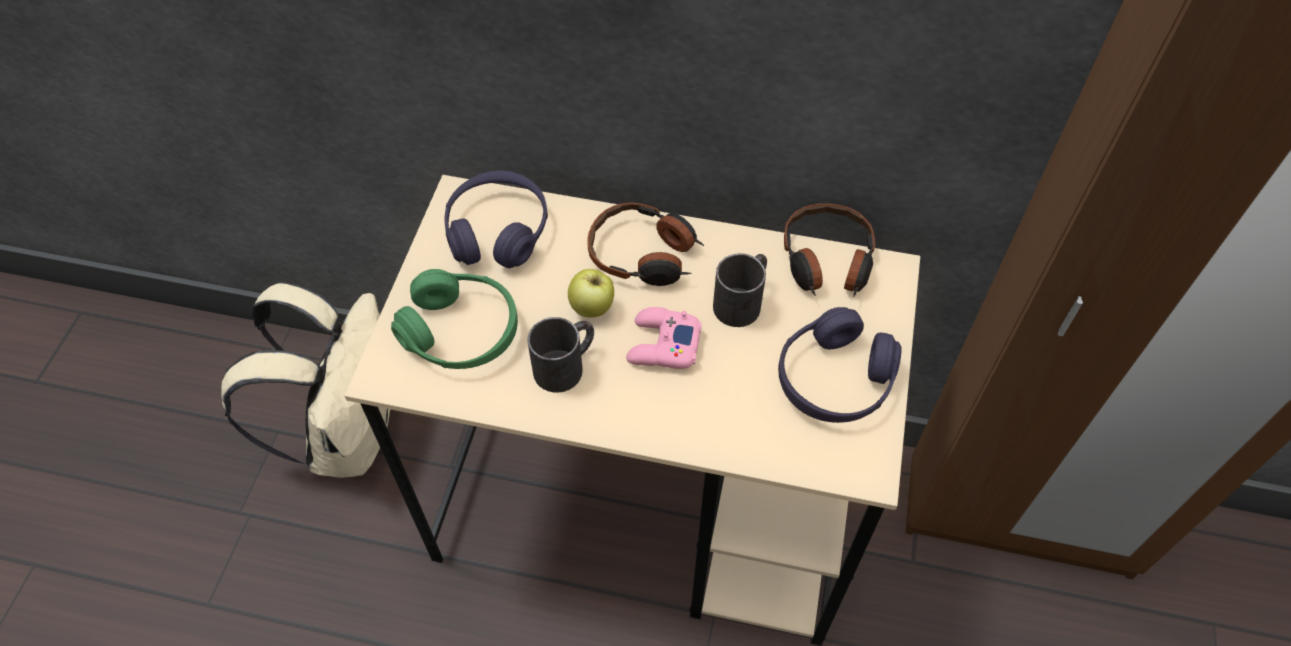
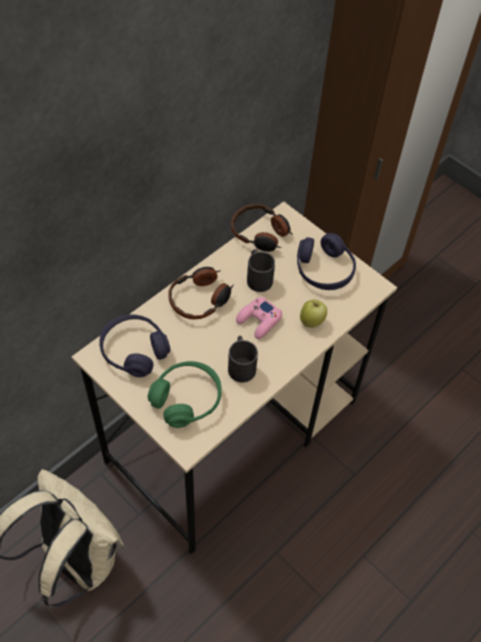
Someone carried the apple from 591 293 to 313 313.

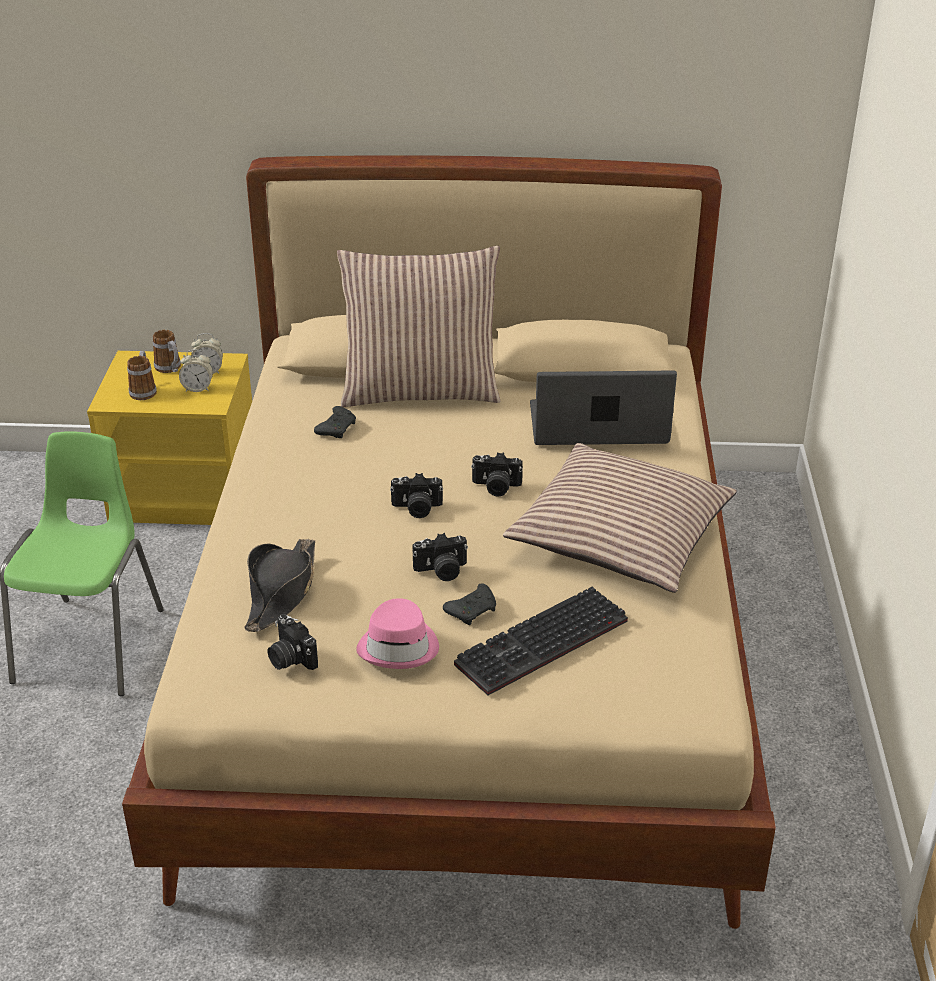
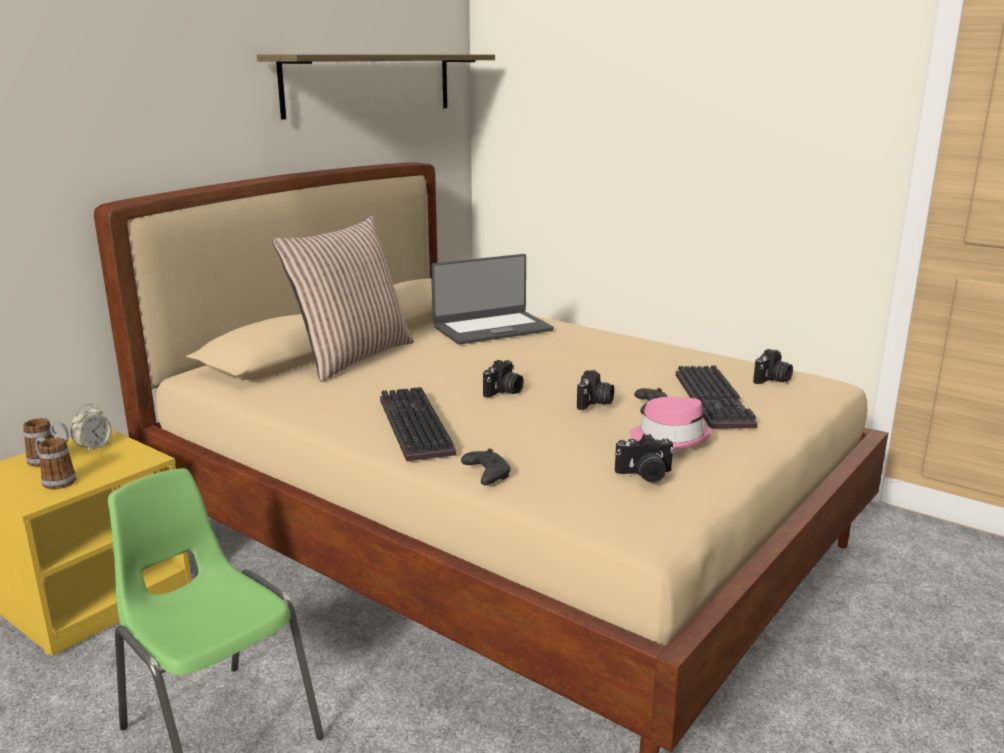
Someone took away the alarm clock at 196 370.
Someone rotated the laptop at 603 407 by 150 degrees counterclockwise.
Someone carried the black game controller from 335 422 to 486 466.
Someone took away the pillow at 620 518.
Someone carried the photo camera from 497 474 to 773 366.
Someone took away the black hat at 279 585.
Someone put up the shelf at 376 87.
Someone put down the keyboard at 418 424.

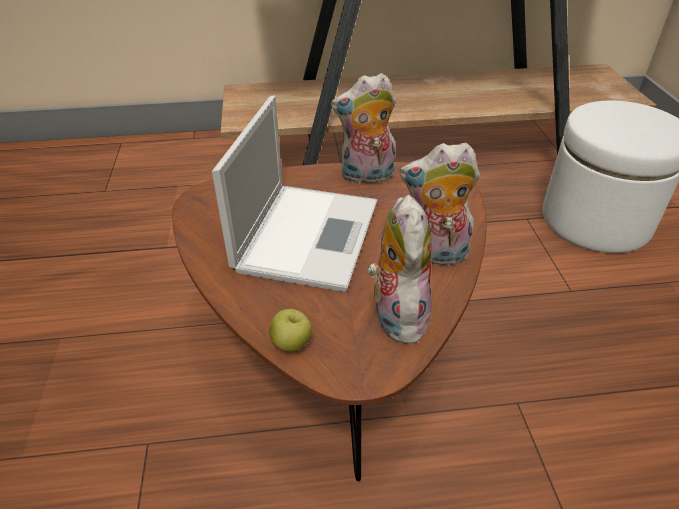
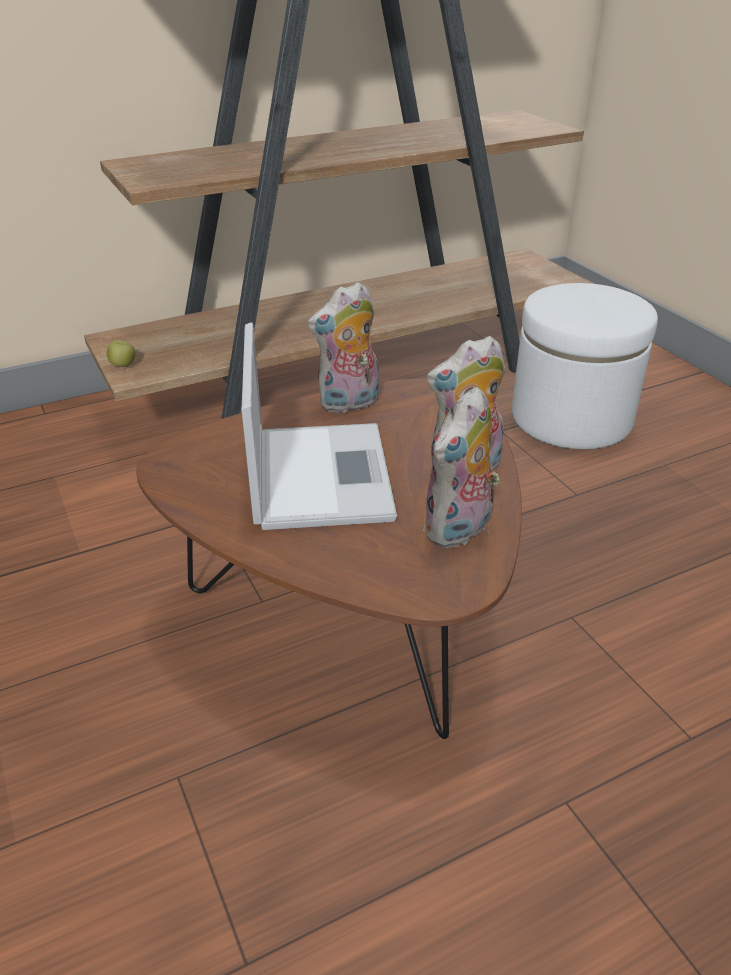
Someone rotated the plush toy at 400 269 by 120 degrees counterclockwise.
Someone carried the apple from 290 330 to 121 353.

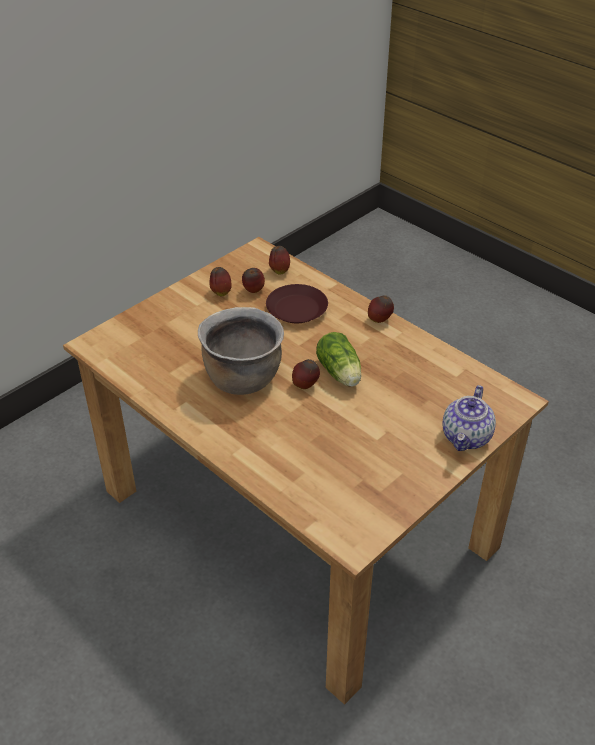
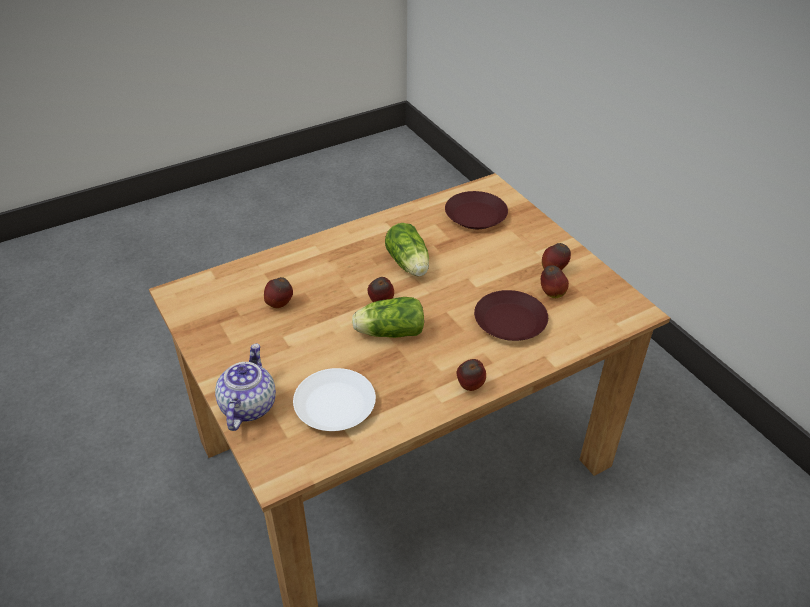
Someone carried the apple from 279 260 to 278 292.
Someone swapped the brown cooking pot at 241 351 for the lettuce at 407 249.
Someone rotated the teapot at 469 418 by 60 degrees clockwise.
Someone put down the brown plate at 476 210.
Someone put down the white plate at 334 399.

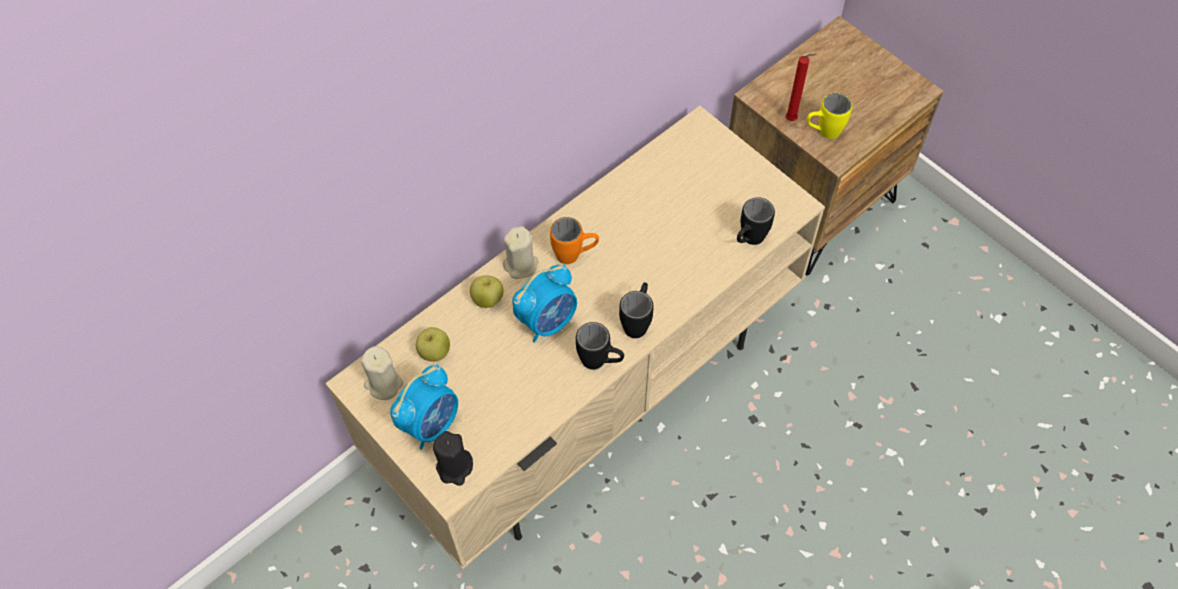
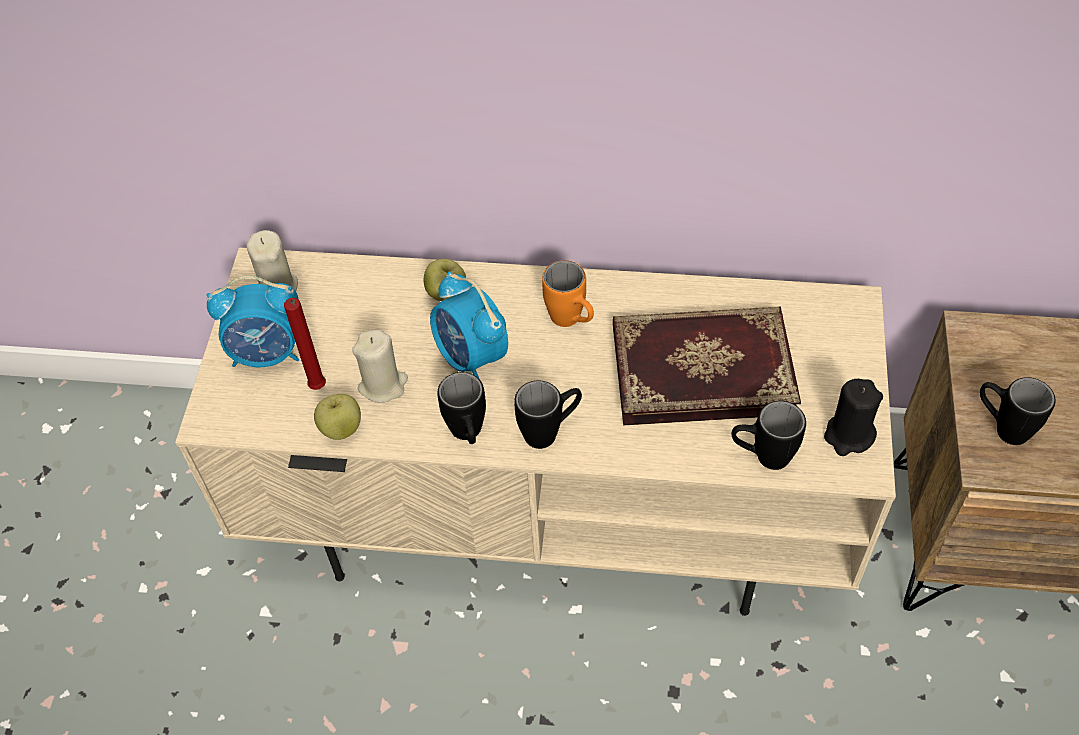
Someone carried the red candle from 801 87 to 305 344.
Someone repainted the yellow mug at 829 116, which became the black mug at 1018 411.
Someone carried the beige candle from 520 252 to 380 366.
Someone rotated the alarm clock at 544 303 by 45 degrees clockwise.
Someone carried the apple from 433 344 to 337 417.
Someone carried the black candle from 453 458 to 853 417.
Someone put down the book at 707 366.

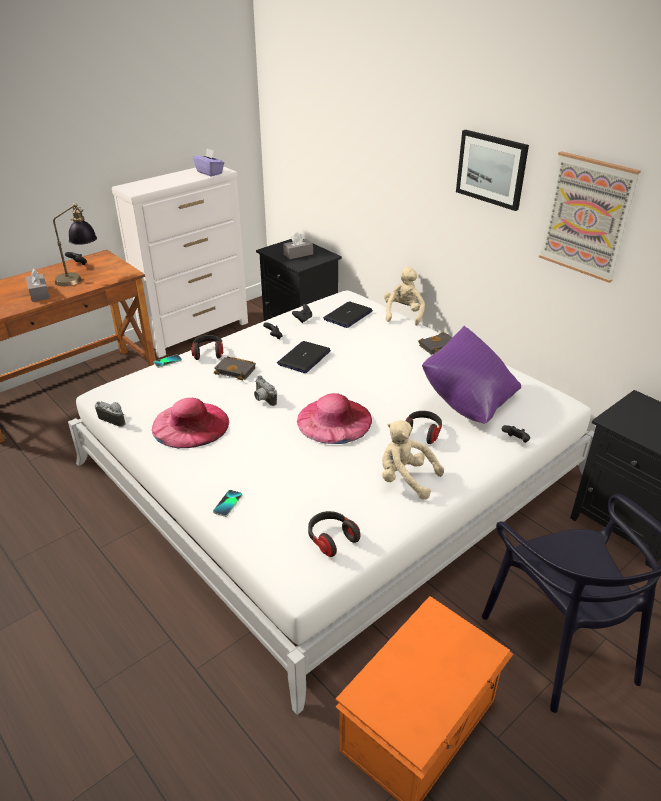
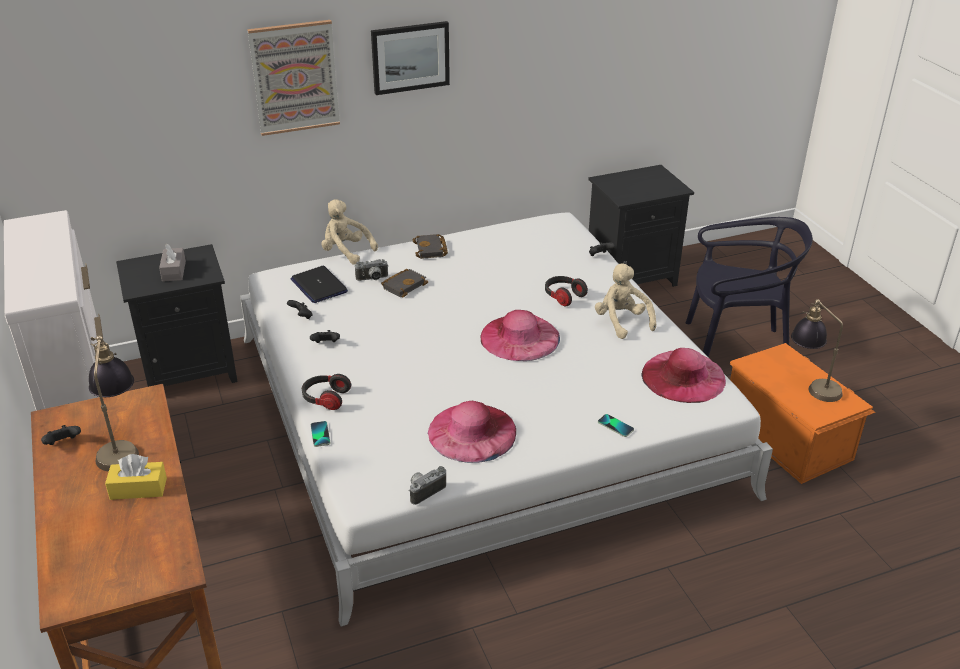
Someone took away the purple tissue box at 208 163.
Someone carried the picture from 590 217 to 293 78.
Someone repainted the grey tissue box at 38 285, which became the yellow tissue box at 136 477.
Someone took away the purple pillow at 471 374.
Someone took away the laptop at 304 357.
Someone carried the black book from 235 368 to 404 283.
Someone carried the photo camera from 265 390 to 371 270.
Someone rotated the beige plush toy at 413 459 by 105 degrees clockwise.
Someone swapped the headphones at 334 534 for the pink hat at 683 375.
Someone put down the table lamp at 817 350.

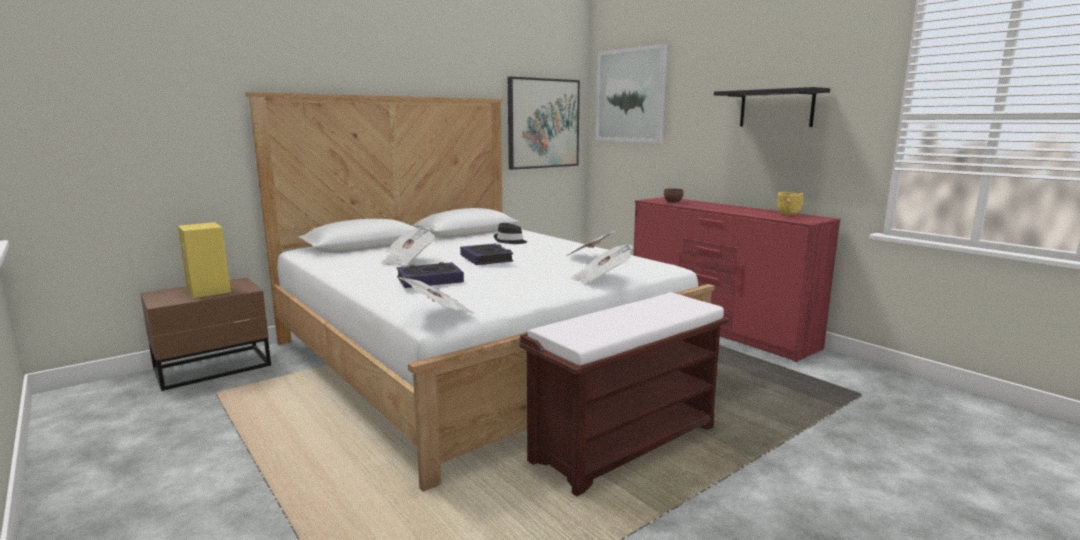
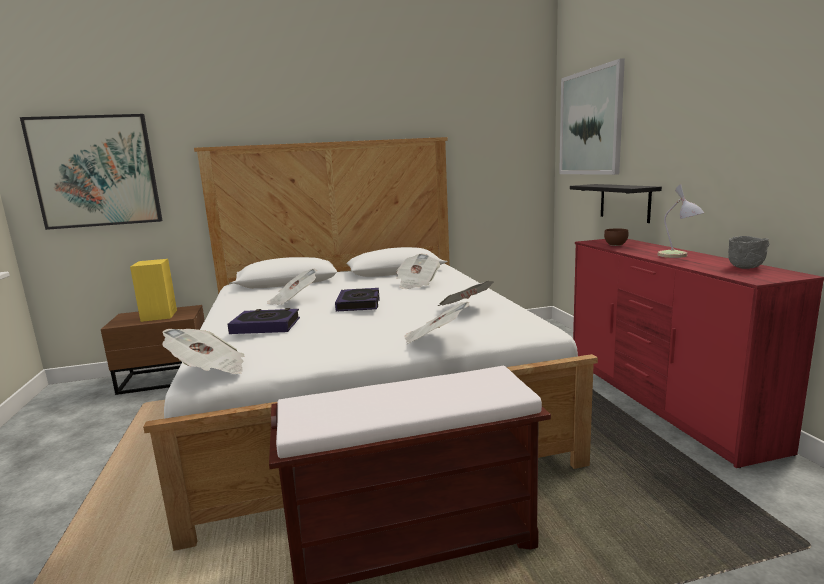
Someone carried the picture from 544 123 to 91 172.
Someone carried the black shelf from 772 107 to 616 203.
Someone repainted the yellow bowl at 790 204, which became the grey bowl at 748 252.
Someone swapped the black hat at 510 233 for the newspaper at 418 271.
Someone put down the table lamp at 681 221.

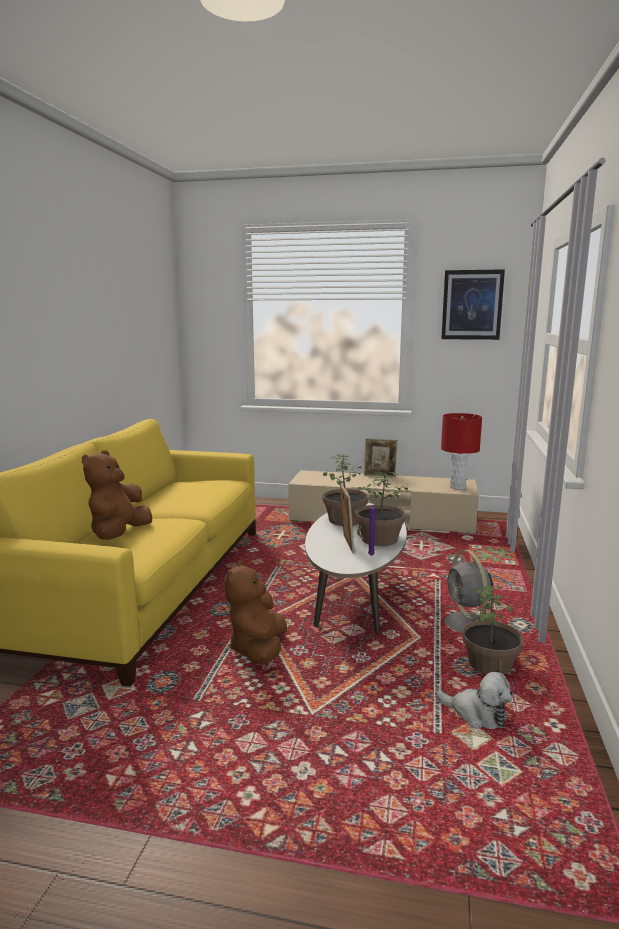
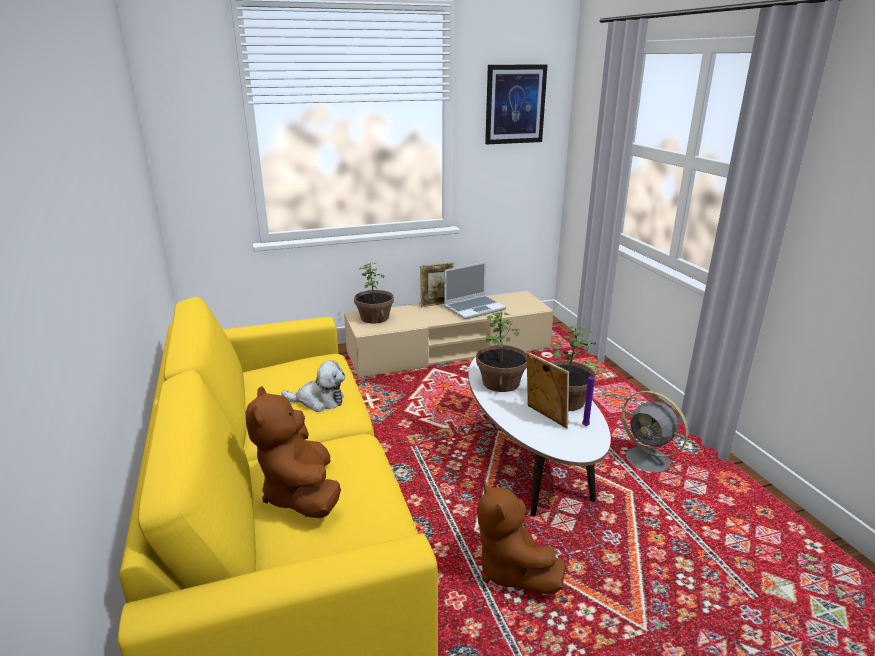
Someone took away the red table lamp at 461 451.
Someone carried the potted plant from 493 630 to 374 293.
Someone carried the plush toy from 474 700 to 313 386.
Someone put down the laptop at 475 291.

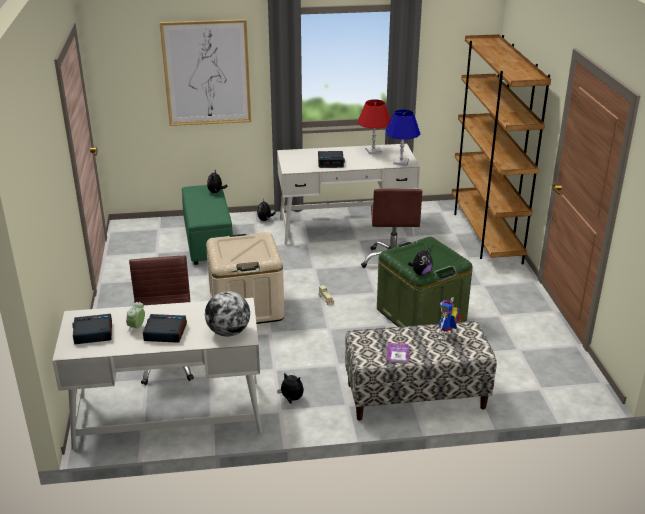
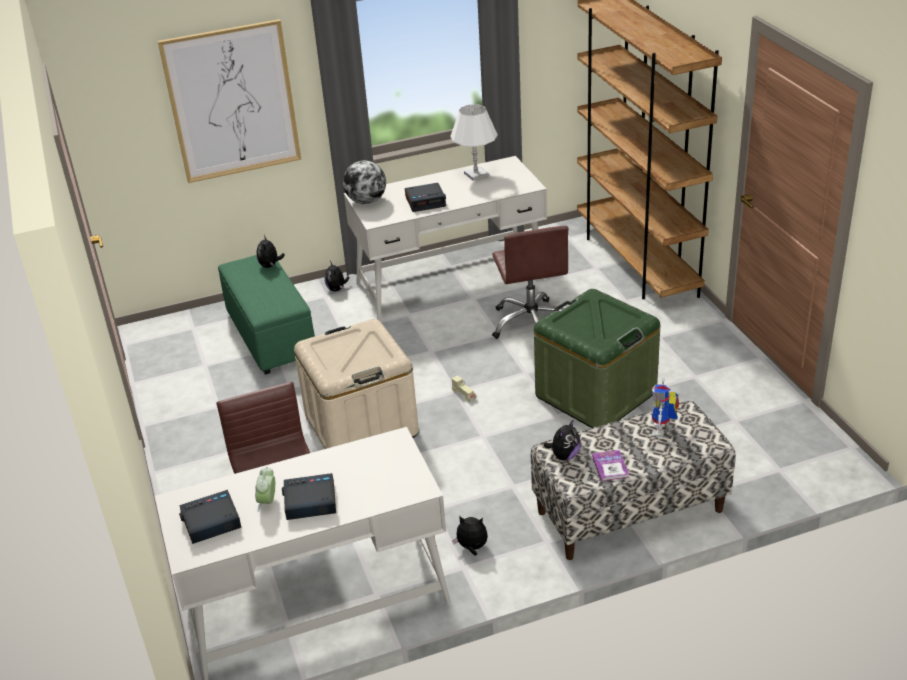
Someone repainted the red table lamp at 374 127, which became the white table lamp at 474 142.
Someone took away the blue table lamp at 402 137.
Someone carried the plush toy from 420 261 to 562 439.
Someone carried the globe from 227 314 to 364 182.

